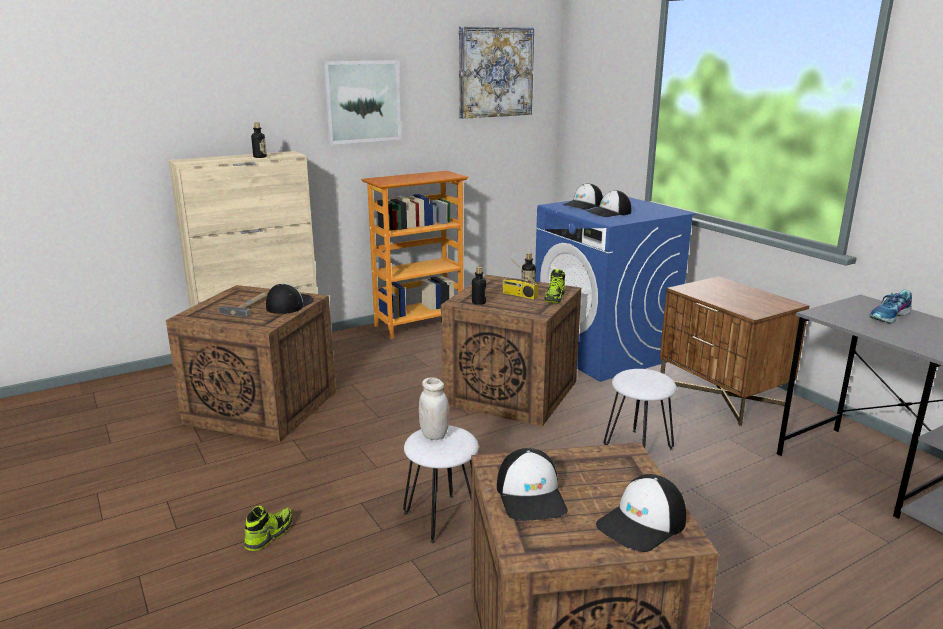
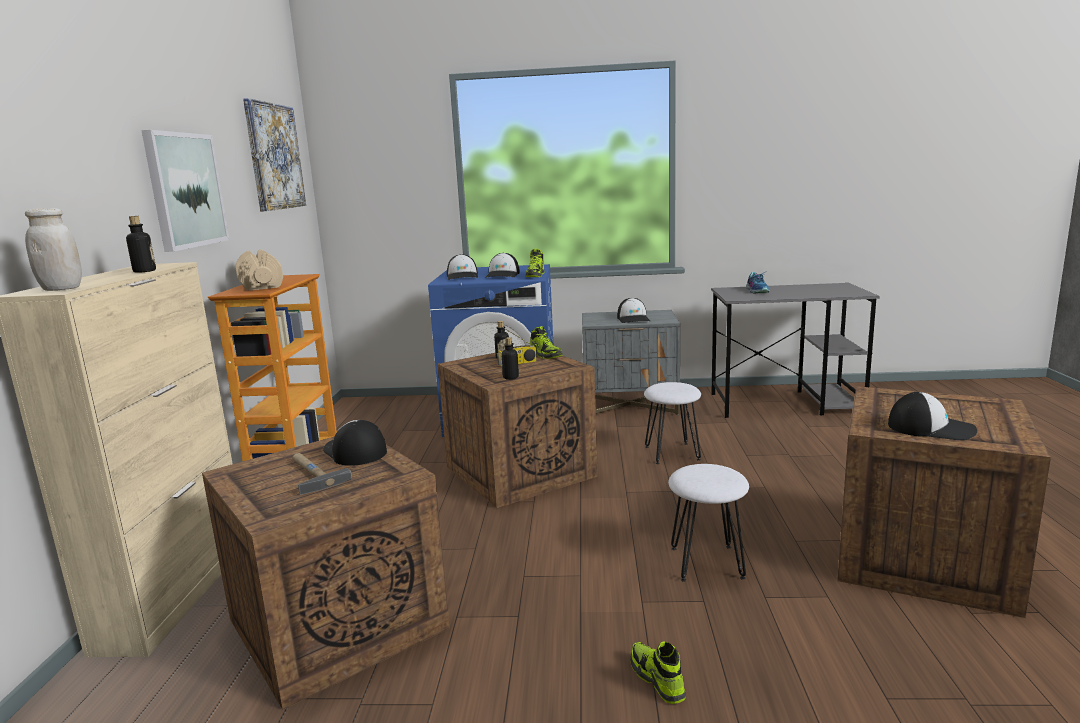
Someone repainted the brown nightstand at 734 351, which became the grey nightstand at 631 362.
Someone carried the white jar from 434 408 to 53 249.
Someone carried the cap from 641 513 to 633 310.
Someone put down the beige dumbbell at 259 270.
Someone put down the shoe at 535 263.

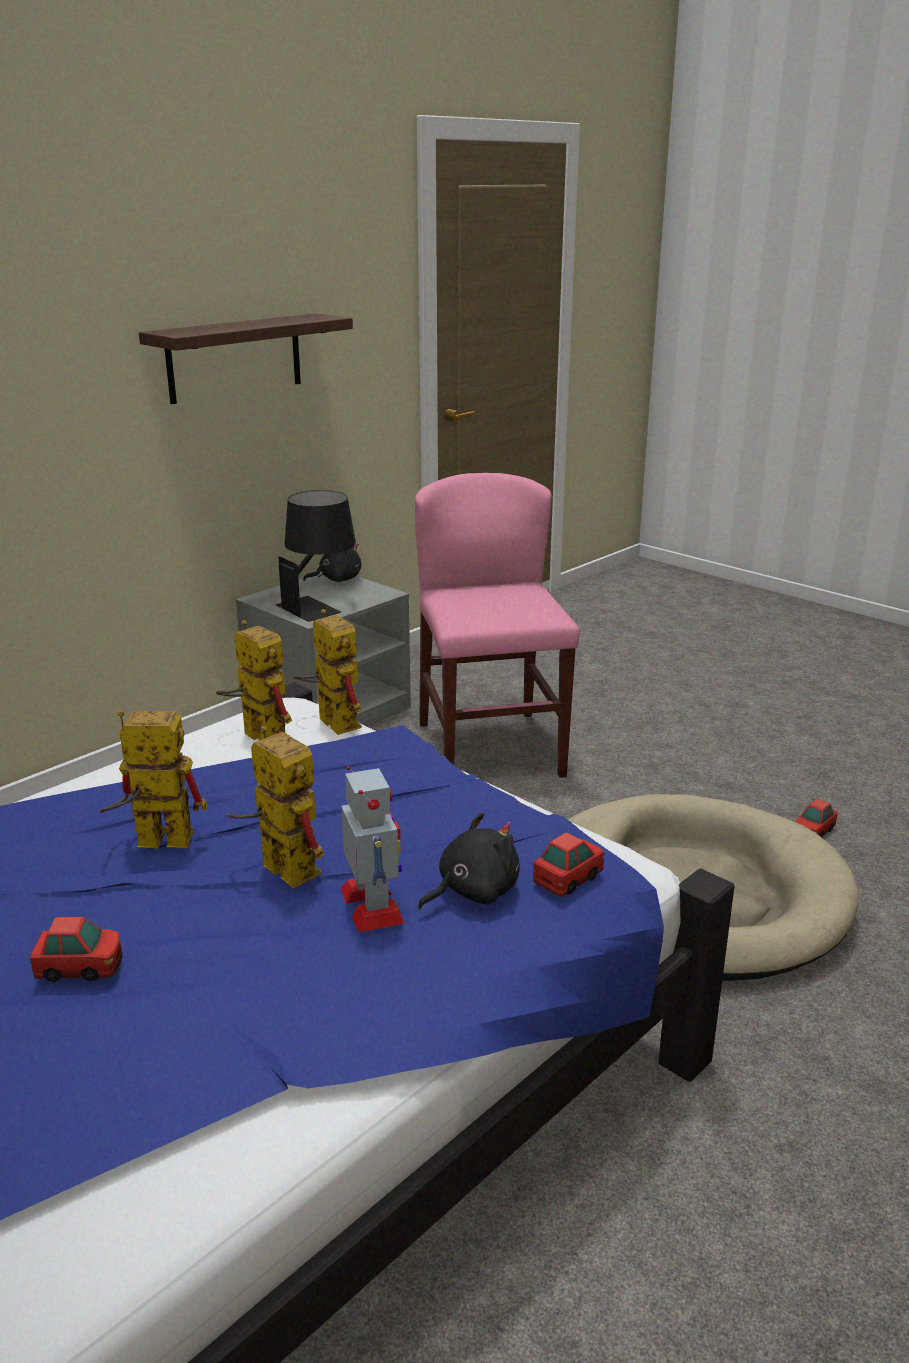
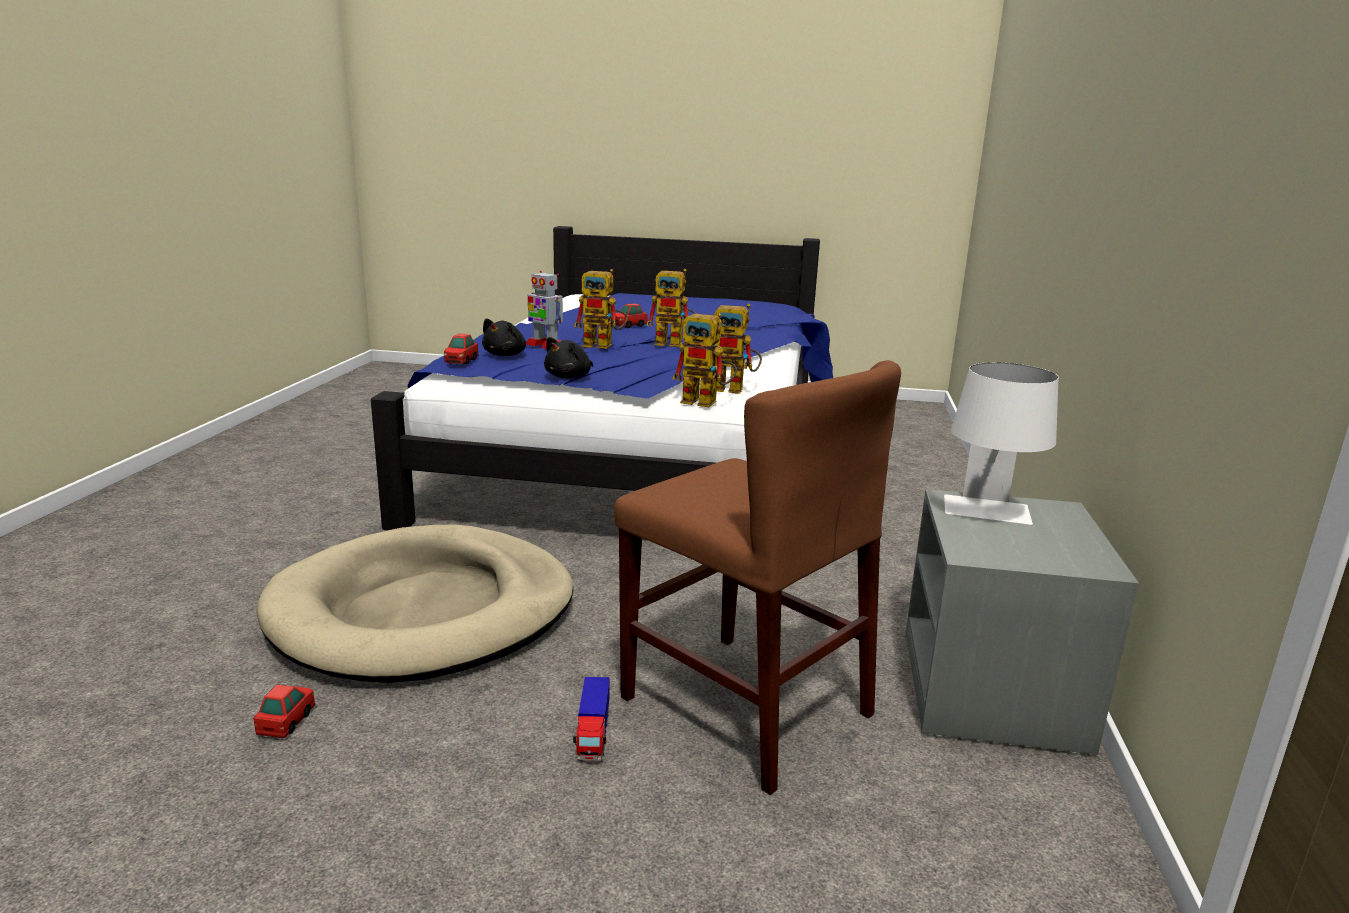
Someone took away the shelf at 246 358.
Someone repainted the pink chair at 497 625, which became the brown chair at 757 577.
Someone repainted the black table lamp at 316 556, which became the white table lamp at 1001 443.
Someone carried the black plush toy from 332 562 to 568 357.
Someone rotated the toy robot at 153 779 by 45 degrees clockwise.
Someone put down the toy truck at 591 718.

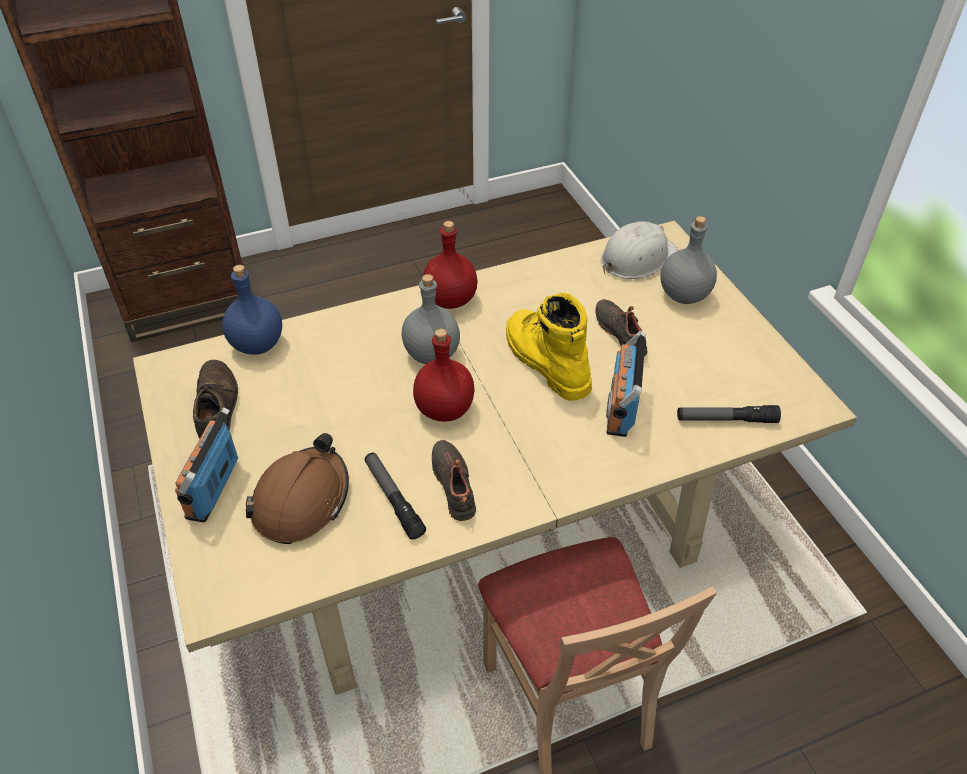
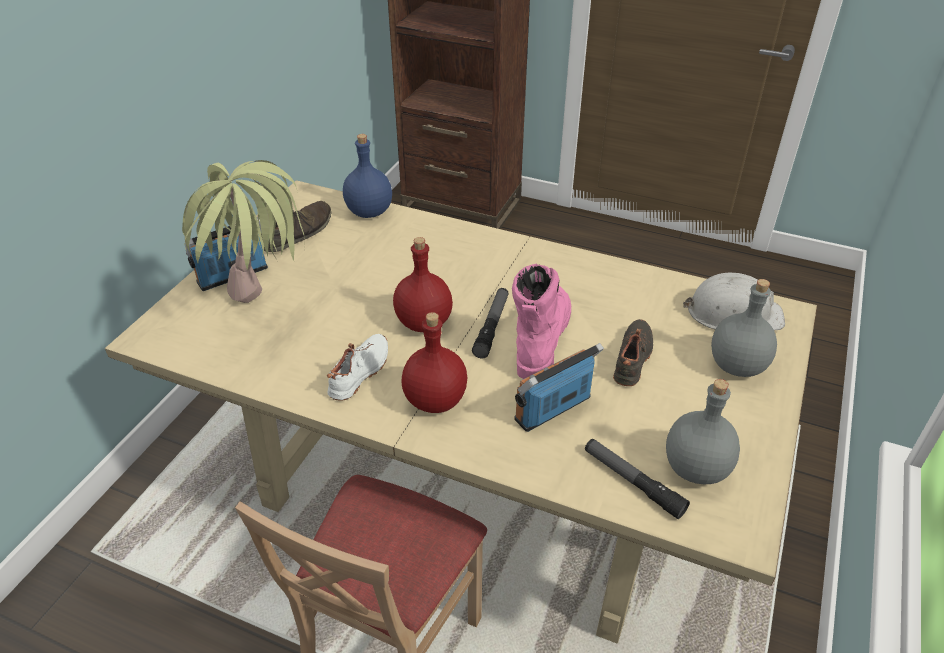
Someone carried the red bottle from 450 265 to 434 362.
Someone carried the grey bottle from 431 319 to 703 431.
Someone repainted the yellow boot at 549 347, which became the pink boot at 541 321.
Someone swapped the brown hard hat at 297 488 for the potted plant at 243 231.
Someone repainted the black shoe at 454 480, which became the white shoe at 357 367.
Someone carried the flashlight from 395 496 to 490 323.

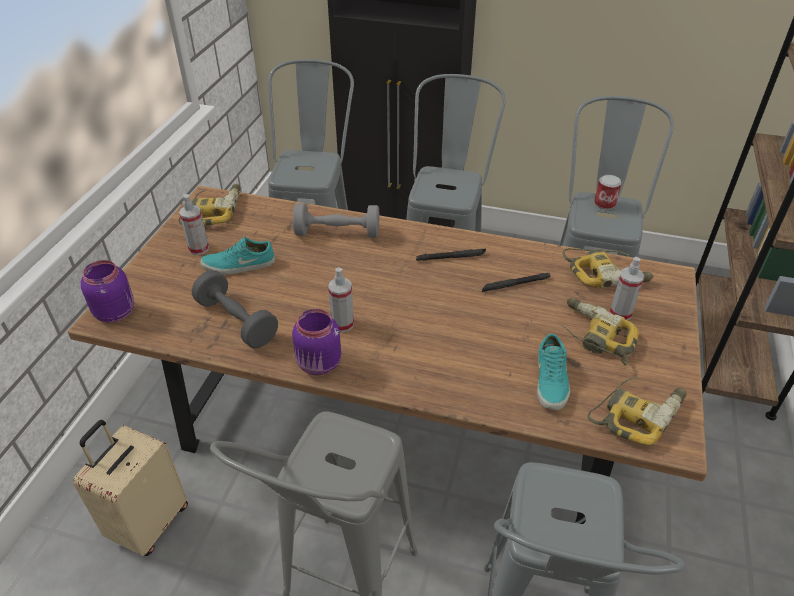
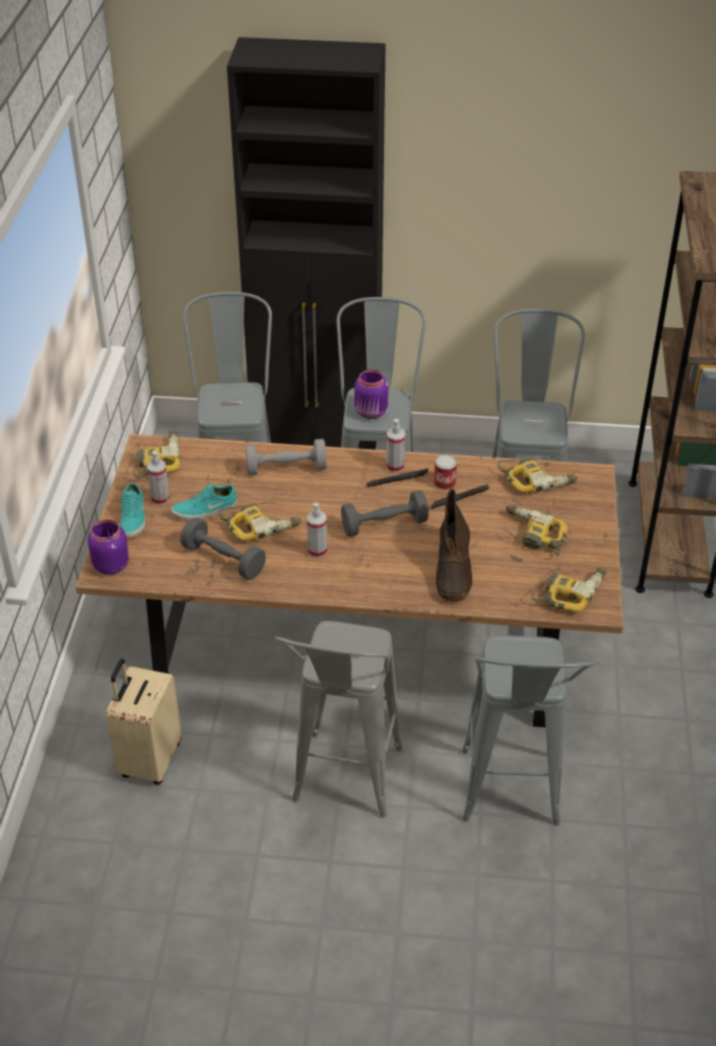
Someone carried the can from 607 192 to 445 472.
Someone carried the spray bottle from 627 288 to 395 446.
Someone carried the purple jar from 316 342 to 371 394.
Someone carried the turquoise shoe from 553 372 to 132 510.
Someone put down the brown boot at 454 545.
Someone put down the grey dumbbell at 385 513.
Someone put down the power drill at 260 521.

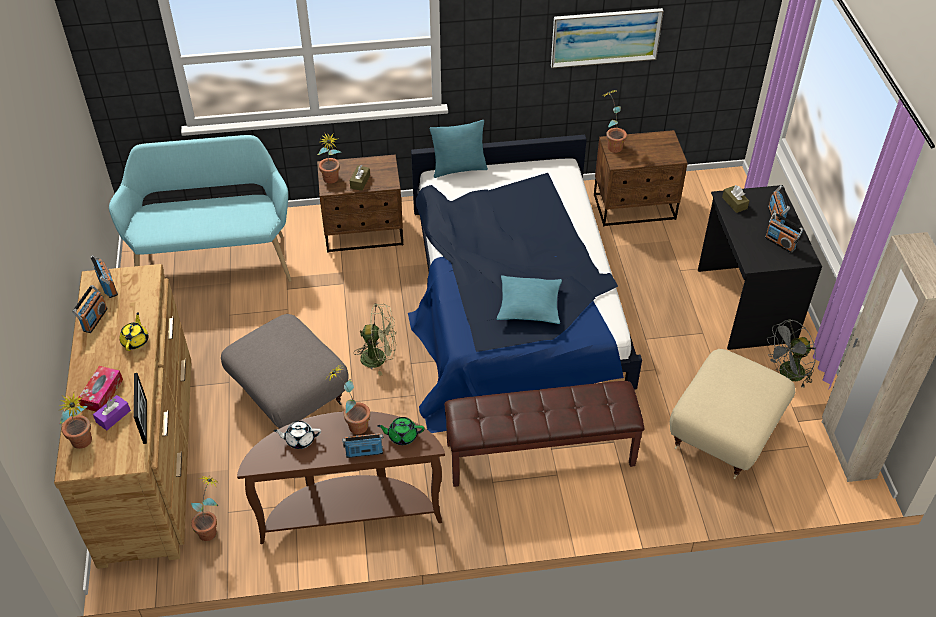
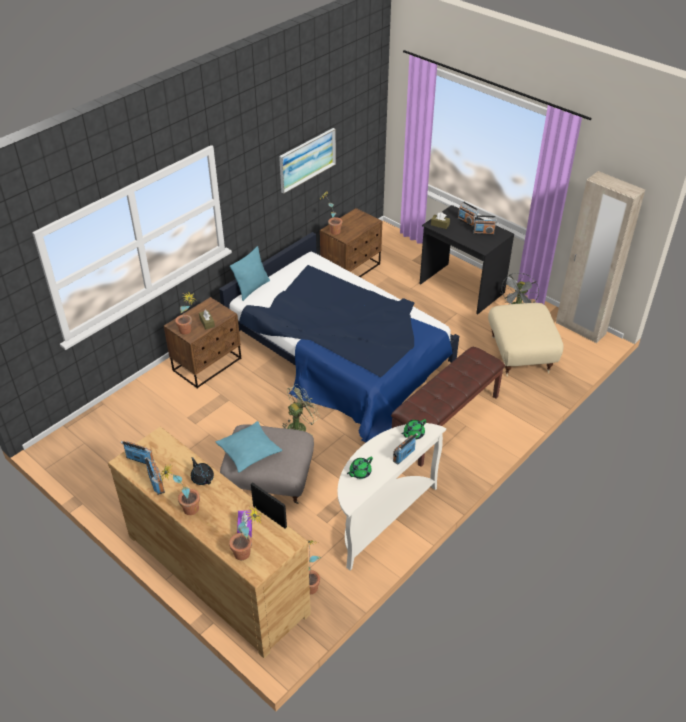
Someone took away the turquoise bench at 200 208.
Someone carried the turquoise pillow from 529 299 to 249 446.
Someone repainted the yellow teapot at 134 331, which became the black teapot at 202 471.
Someone carried the potted plant from 347 399 to 180 490.
Someone took away the tissue box at 100 388.
Someone repainted the brown console table at 341 477, which became the white console table at 392 497.
Someone repainted the white teapot at 297 435, which became the green teapot at 360 468.

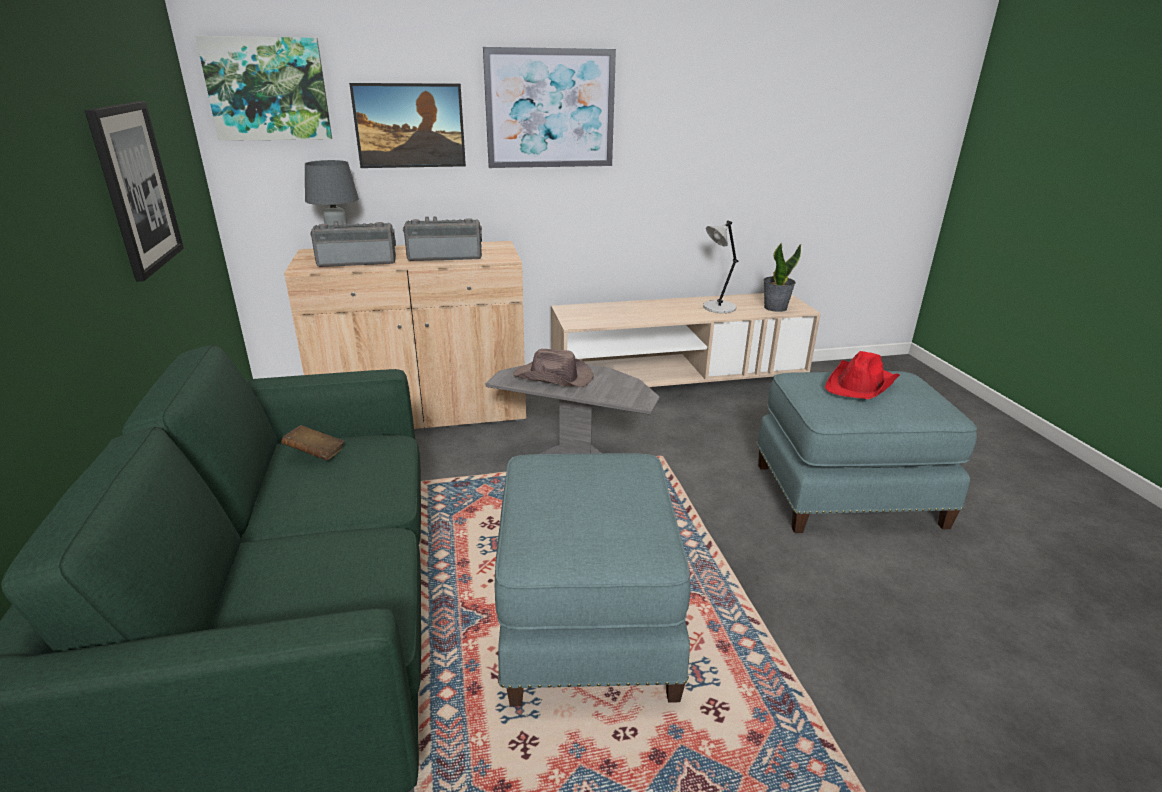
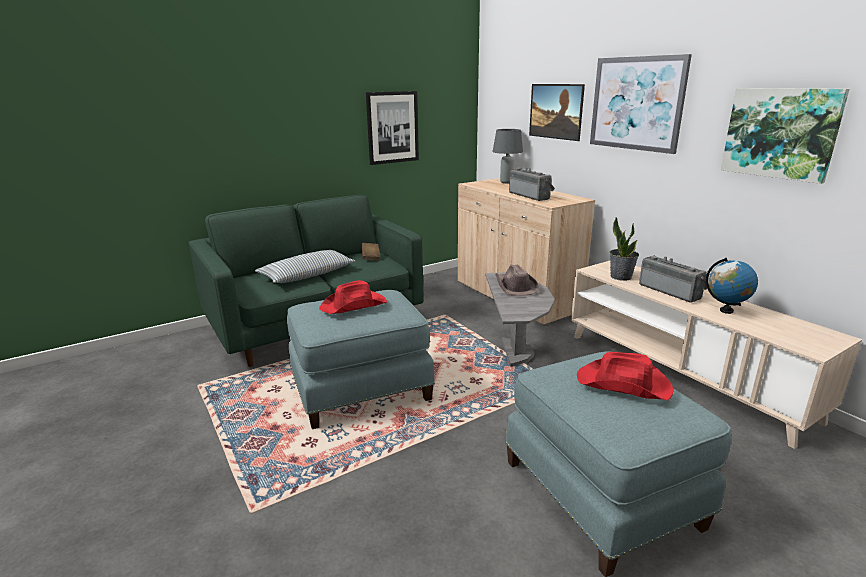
Someone carried the picture from 264 88 to 785 136.
Someone carried the radio from 353 243 to 673 279.
Someone swapped the grey table lamp at 720 266 for the globe at 732 286.
Someone carried the potted plant from 782 277 to 624 249.
Someone put down the pillow at 305 266.
Someone put down the red hat at 353 297.

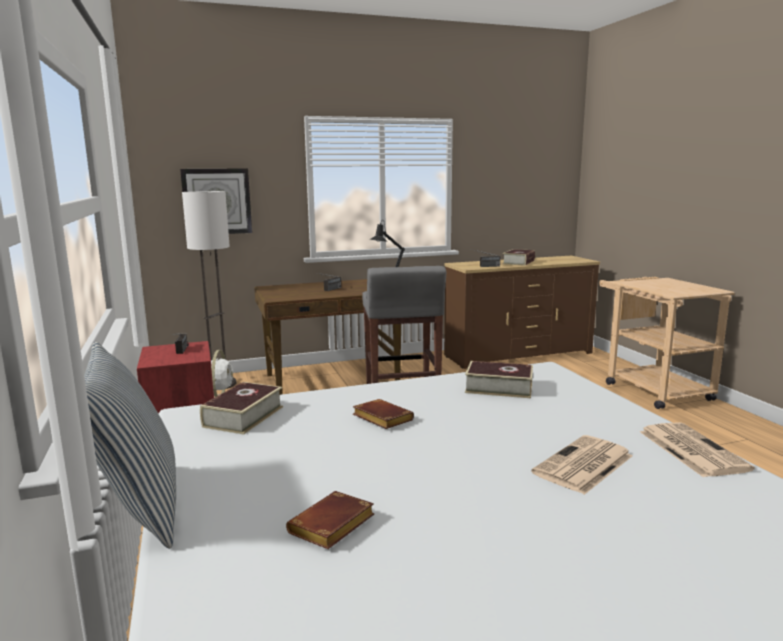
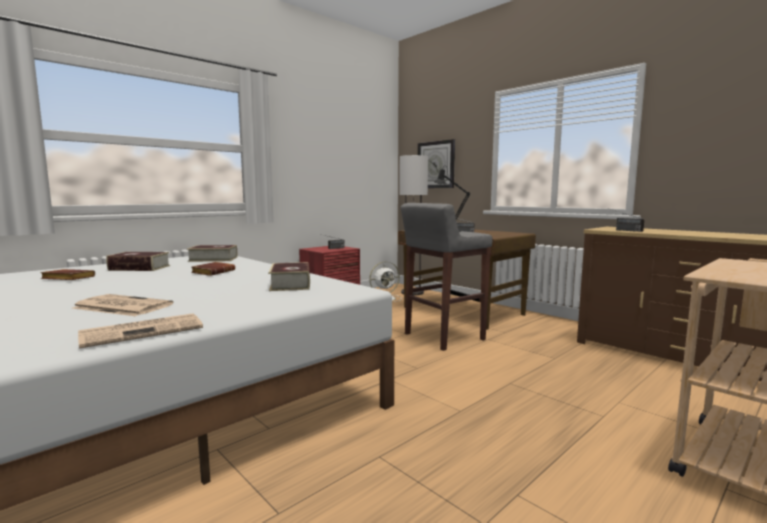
Someone carried the book from 518 257 to 138 261.
Someone took away the pillow at 130 445.

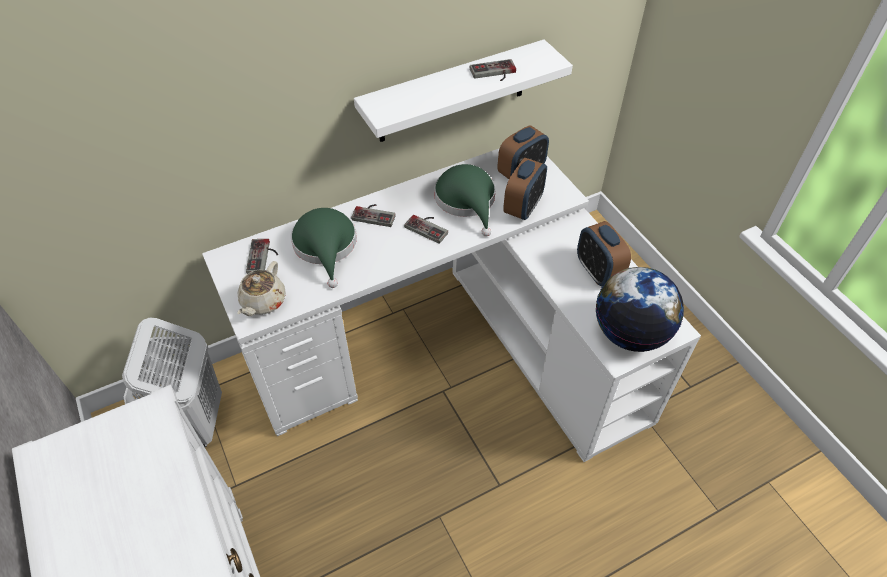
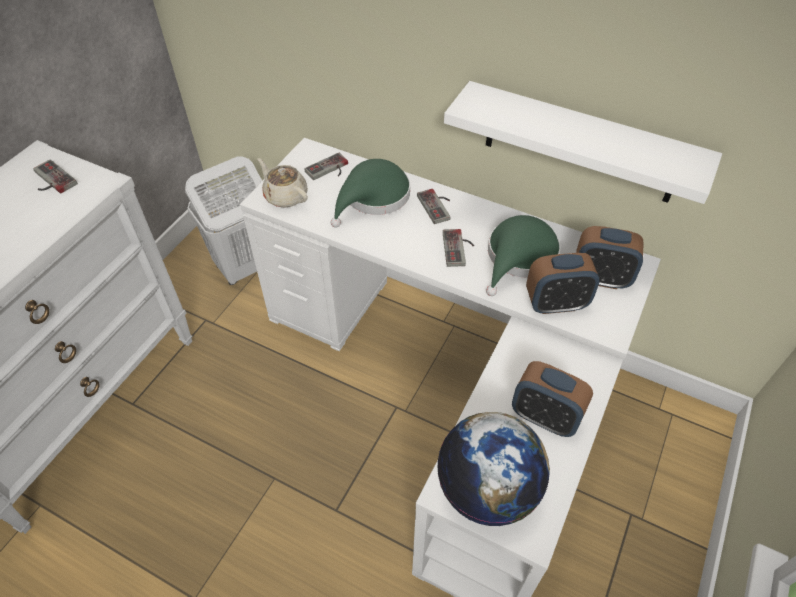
Someone carried the game controller from 493 70 to 55 176.
Someone rotated the alarm clock at 604 253 by 90 degrees counterclockwise.
Someone rotated the beige teapot at 261 288 by 60 degrees clockwise.

